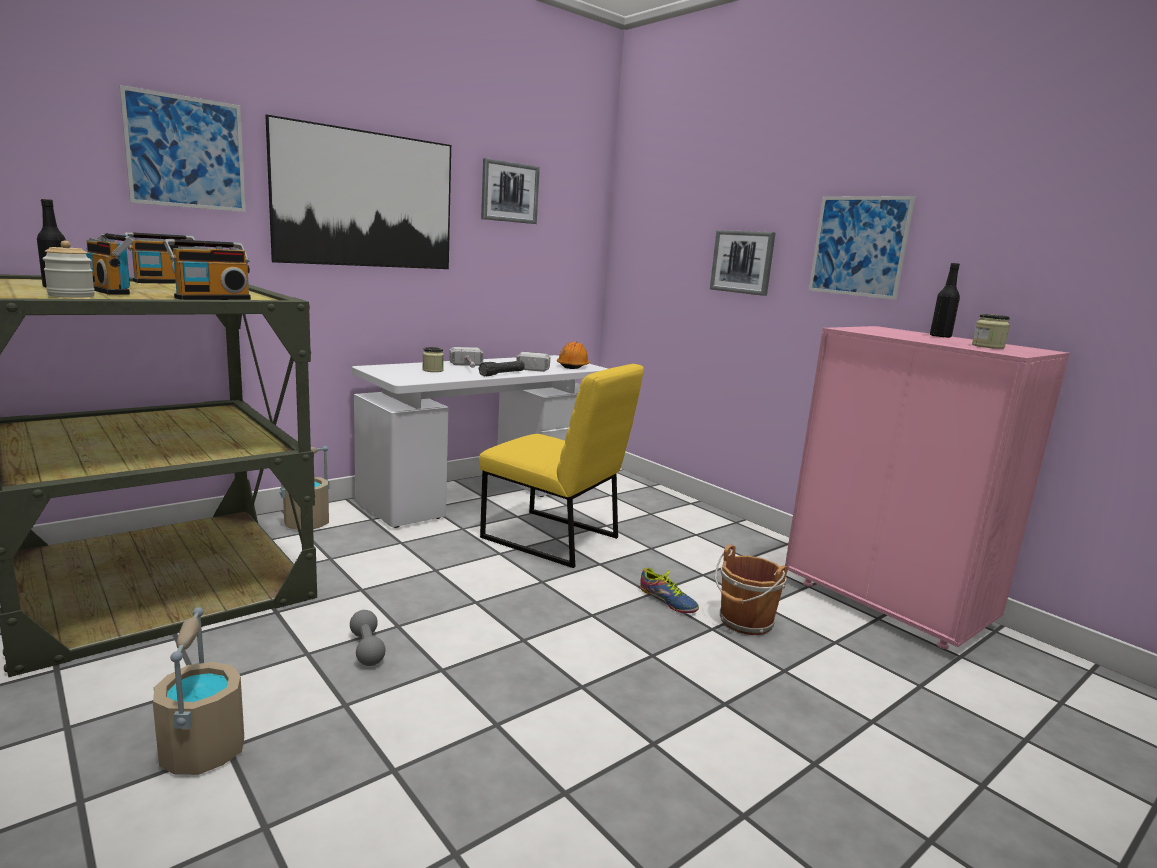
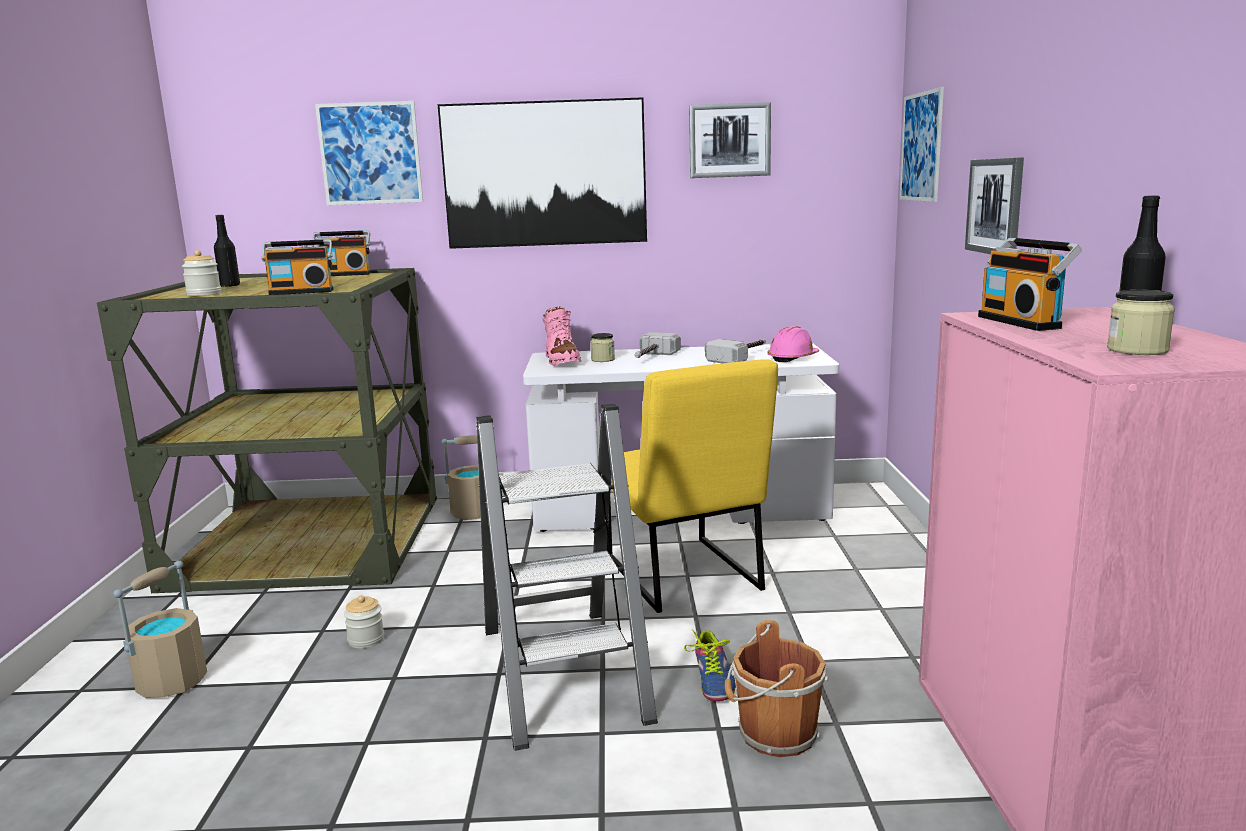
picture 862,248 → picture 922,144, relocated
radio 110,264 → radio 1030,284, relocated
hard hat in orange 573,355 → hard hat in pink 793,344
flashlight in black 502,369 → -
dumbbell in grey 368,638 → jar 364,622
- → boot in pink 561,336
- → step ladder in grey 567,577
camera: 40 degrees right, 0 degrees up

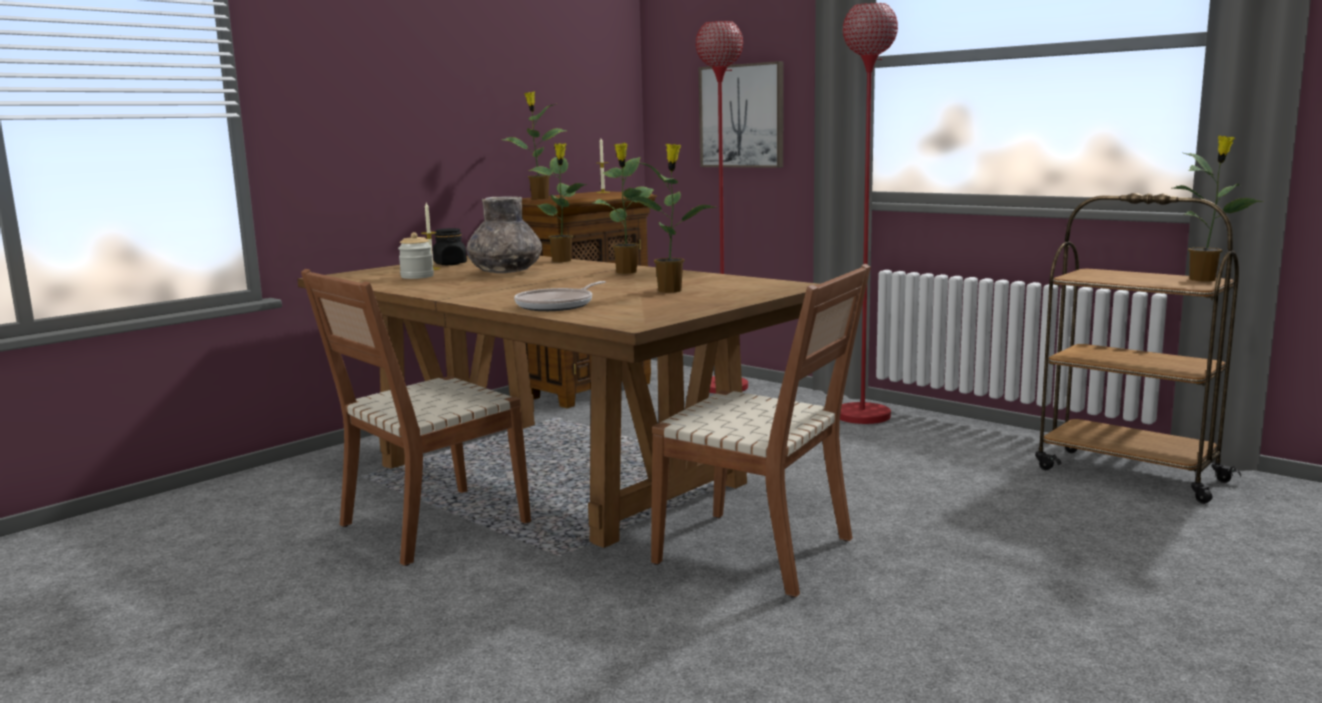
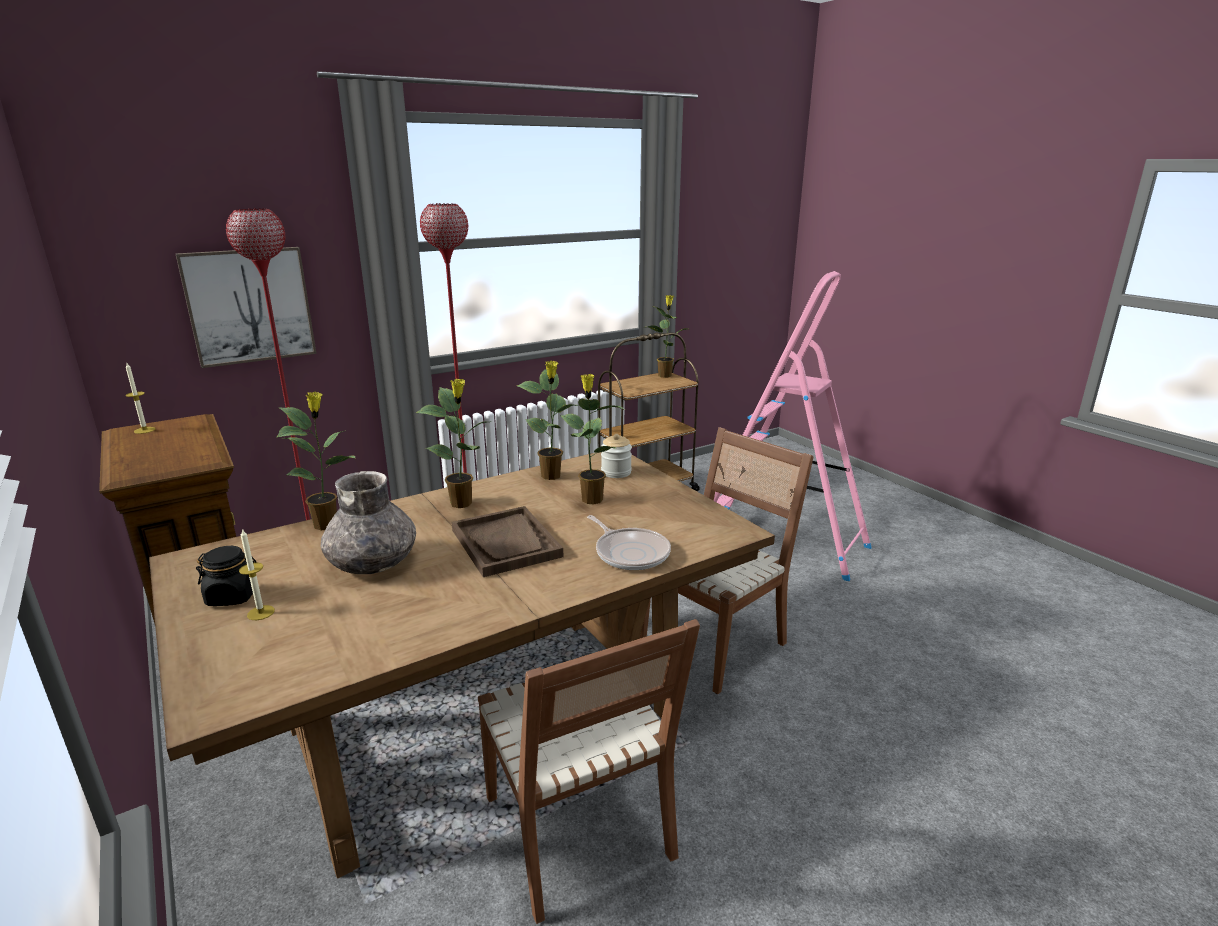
potted plant 534,145 → potted plant 548,420, relocated
jar 416,255 → jar 616,456, relocated
- → step ladder in pink 793,426
- → tray in brown 507,541
camera: 75 degrees left, 10 degrees up

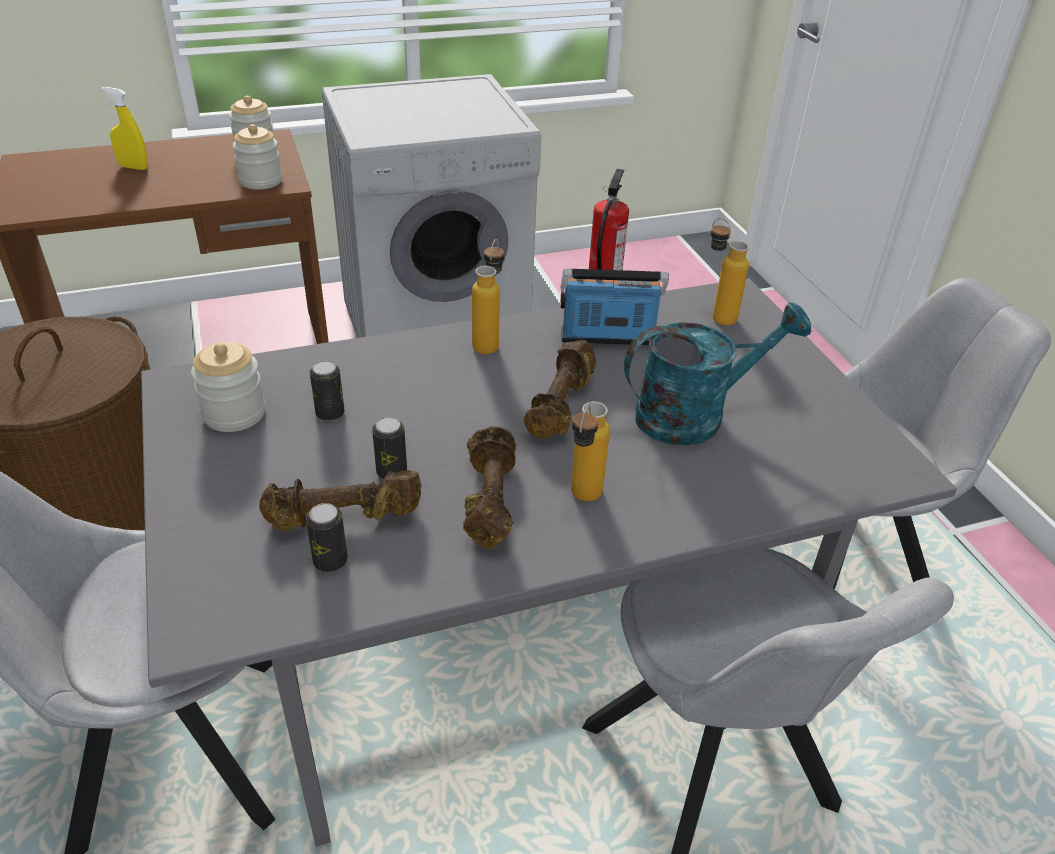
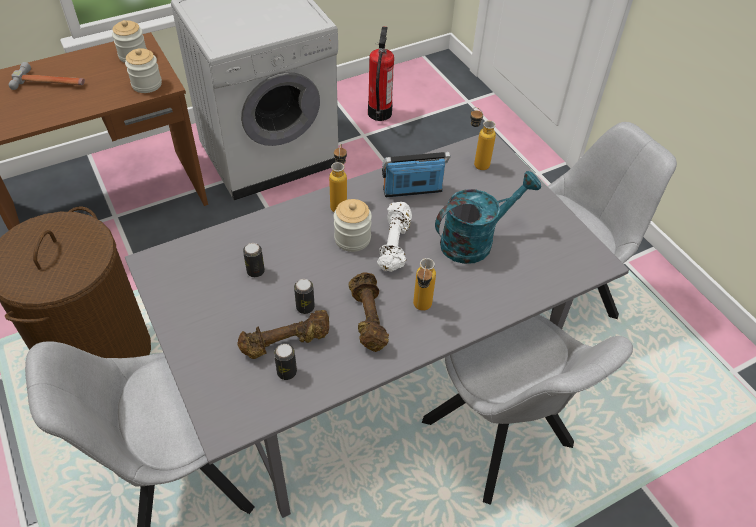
spray bottle in yellow 124,128 → hammer 47,76
dumbbell in brown 560,389 → dumbbell in white 394,237
jar 228,387 → jar 353,225, relocated
camera: 10 degrees left, 10 degrees up

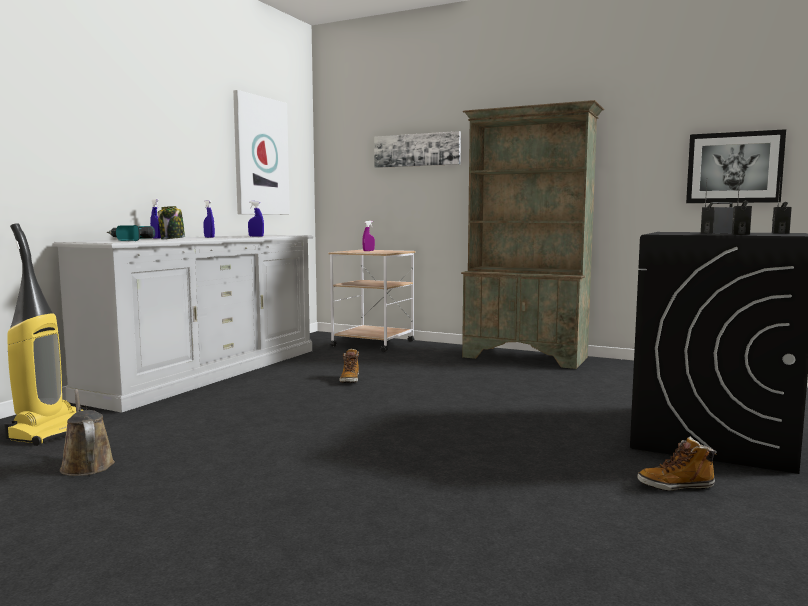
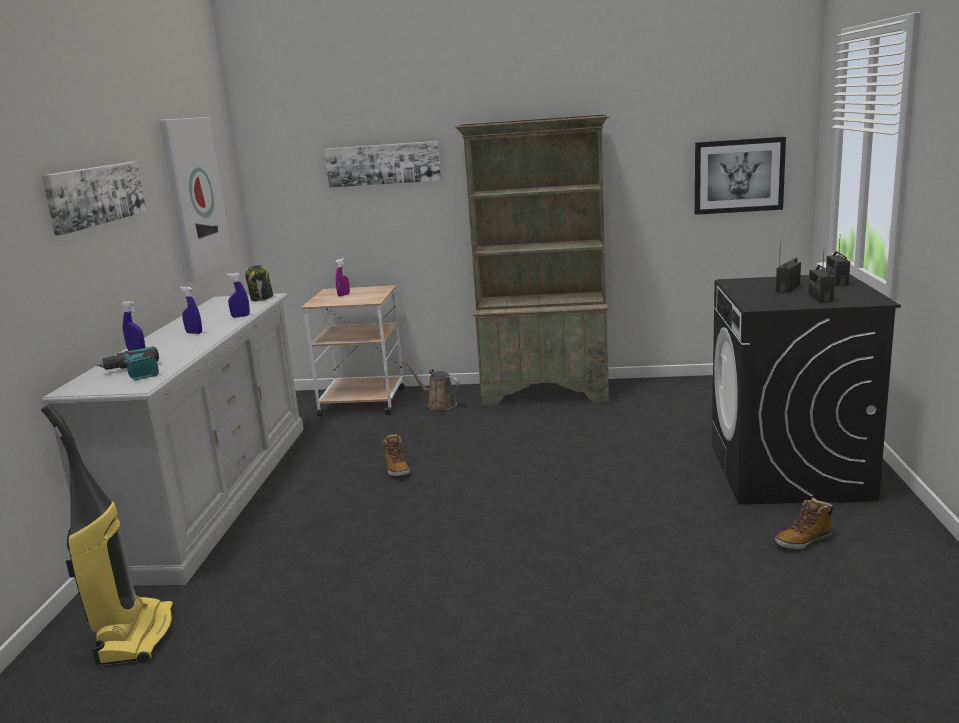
jar 171,222 → jar 259,283, relocated
watering can in brown 87,432 → watering can in brown 432,386, relocated
- → picture 94,198
camera: 20 degrees left, 10 degrees up

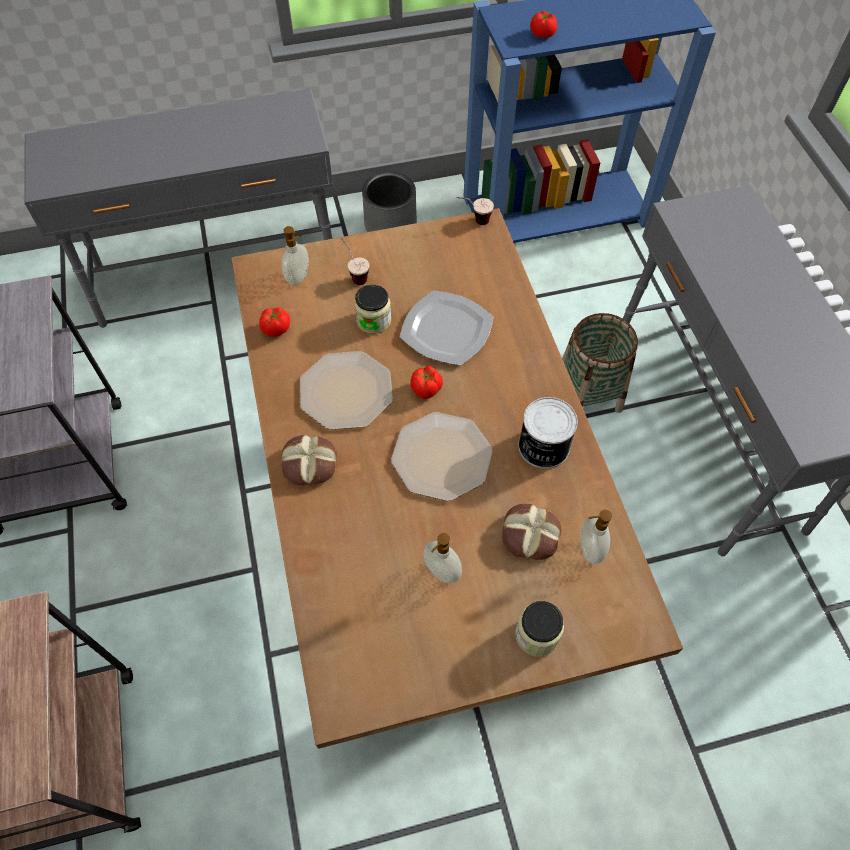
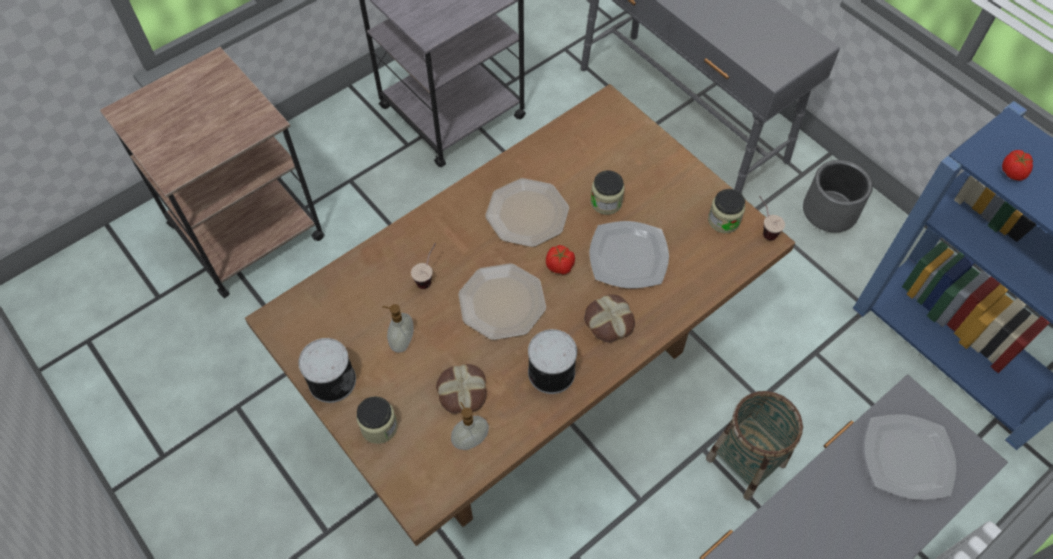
soap dispenser 295,255 → -
cup 355,261 → cup 423,266, relocated
tomato 274,322 → -
bread 309,460 → bread 609,318, relocated
- → jar 726,211
- → can 327,370
- → plate 910,457
camera: 65 degrees right, 0 degrees up

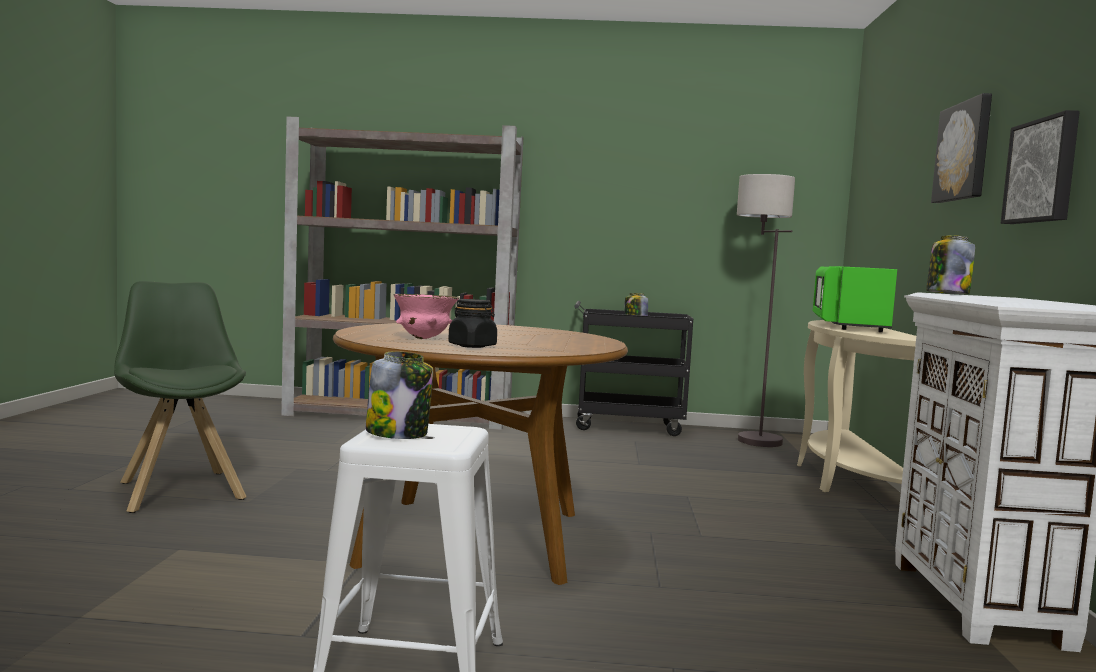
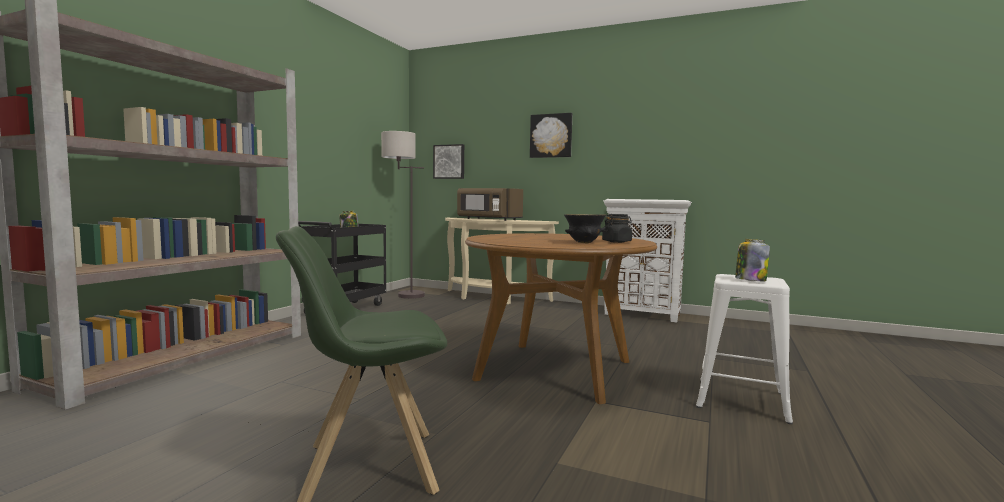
picture 1040,167 → picture 448,161, relocated
jar 950,264 → -
microwave in green 855,299 → microwave in brown 490,204
bowl in pink 426,316 → bowl in black 585,228
camera: 70 degrees left, 0 degrees up

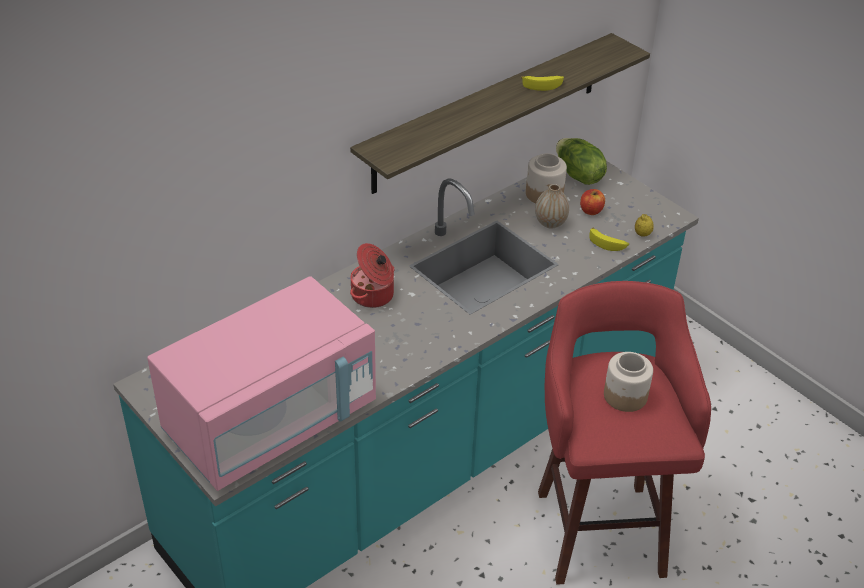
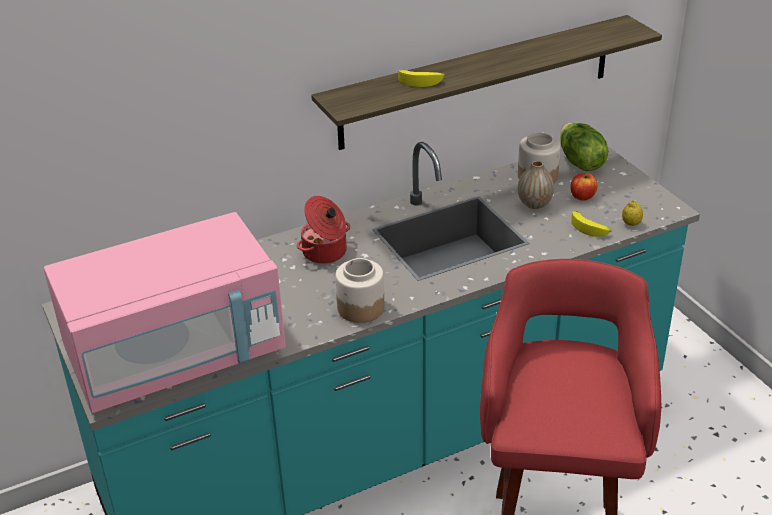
banana 542,83 → banana 421,78, relocated
jar 628,382 → jar 359,290, relocated
camera: 15 degrees right, 5 degrees down

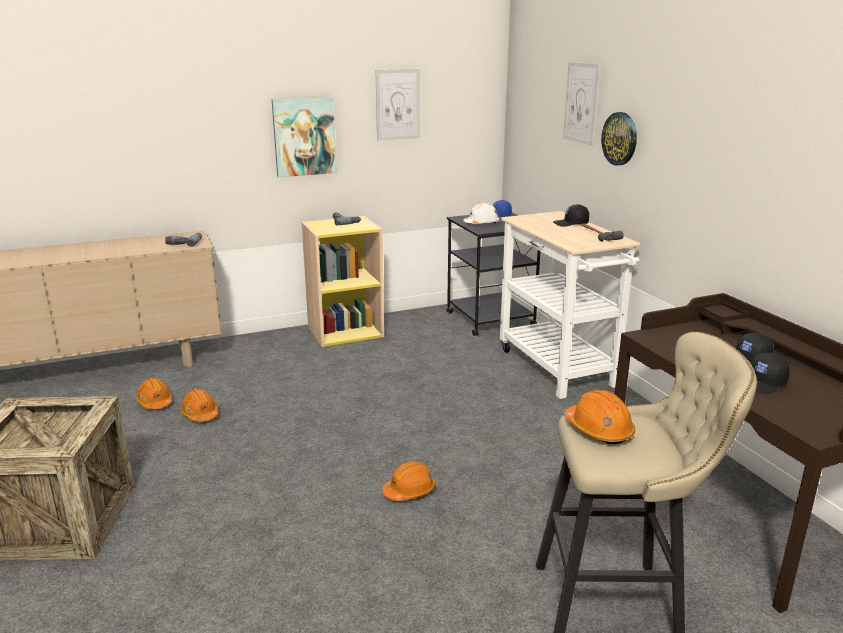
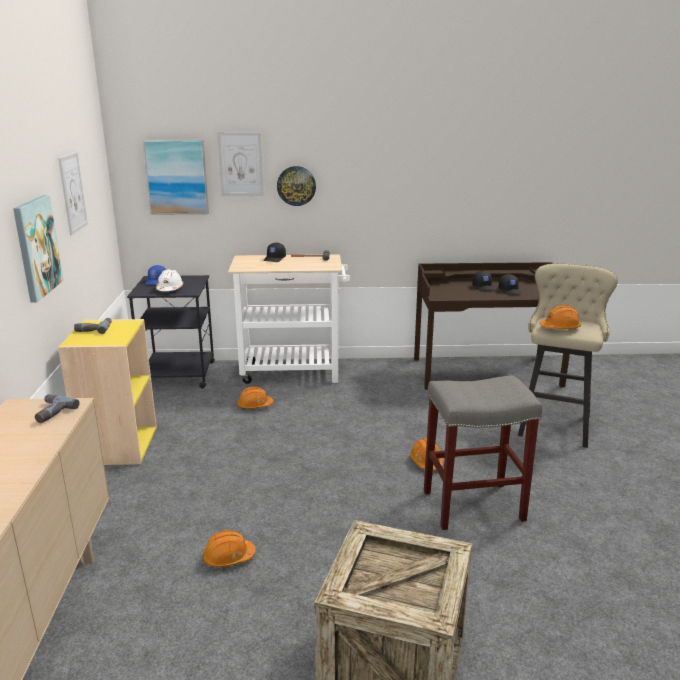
hard hat in orange 154,393 → hard hat in orange 255,397, relocated
- → picture 176,177
- → stool in grey 483,452
camera: 70 degrees left, 0 degrees up

